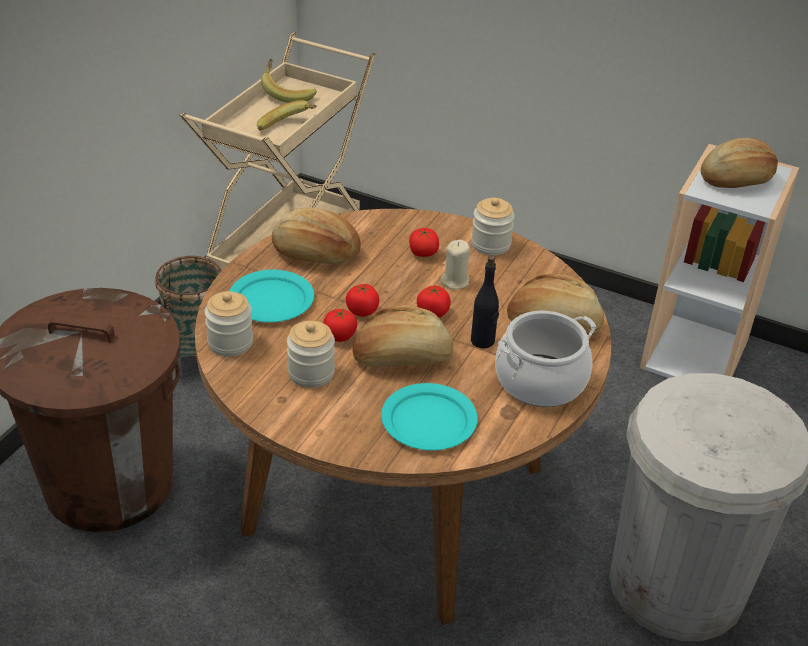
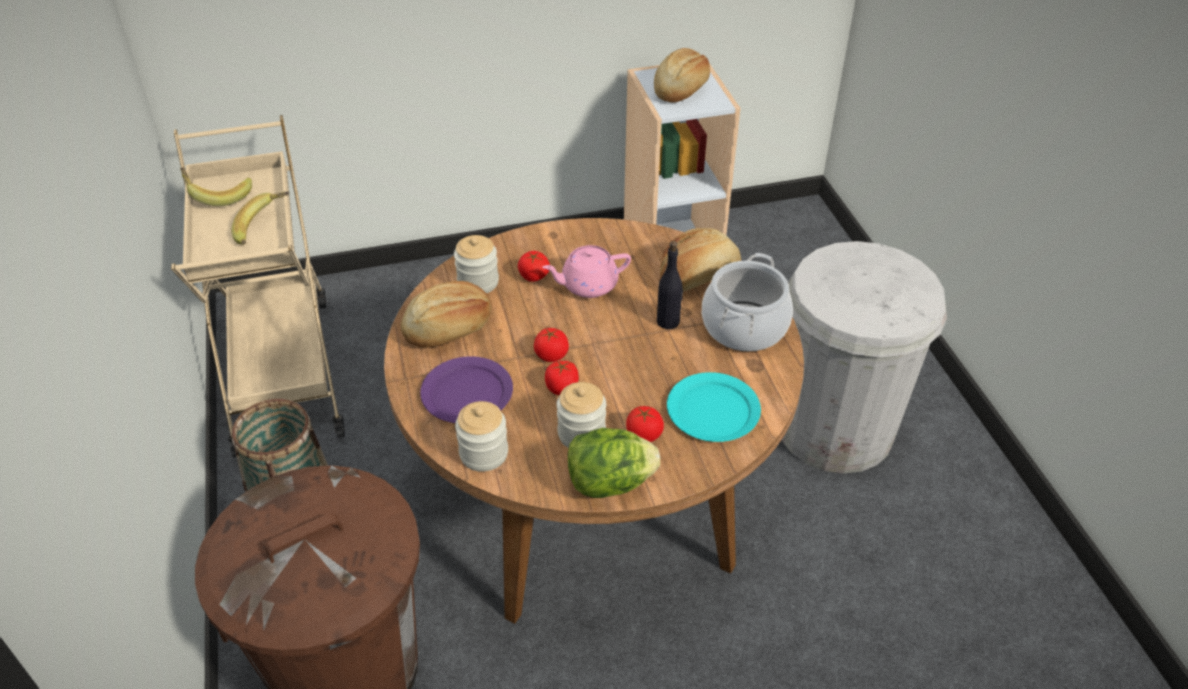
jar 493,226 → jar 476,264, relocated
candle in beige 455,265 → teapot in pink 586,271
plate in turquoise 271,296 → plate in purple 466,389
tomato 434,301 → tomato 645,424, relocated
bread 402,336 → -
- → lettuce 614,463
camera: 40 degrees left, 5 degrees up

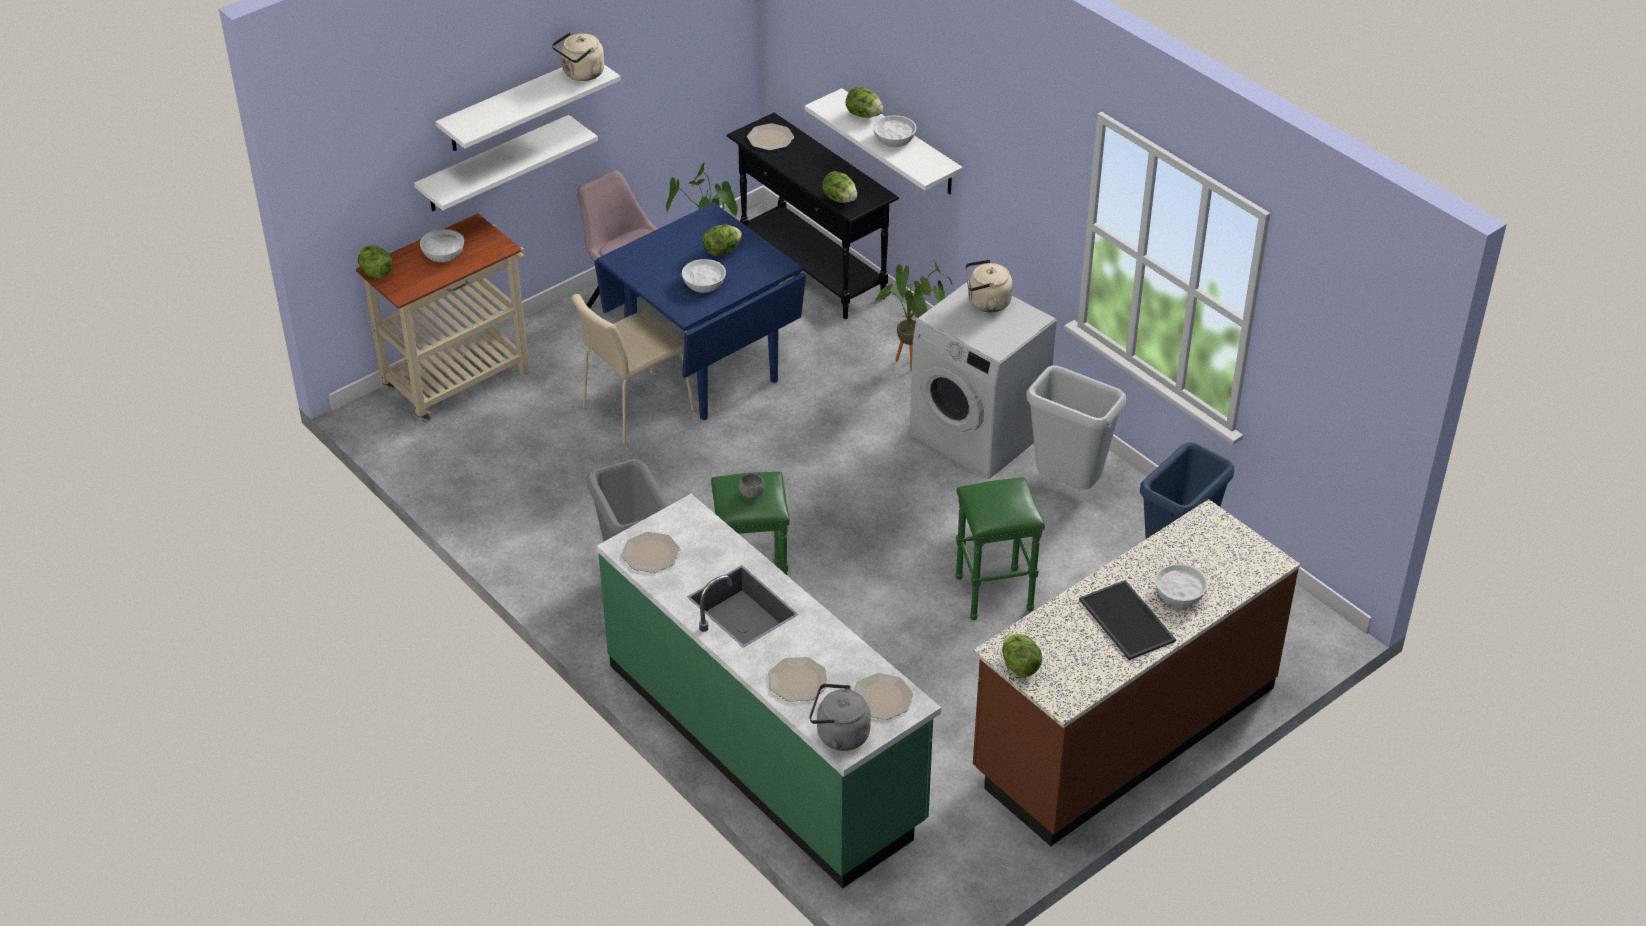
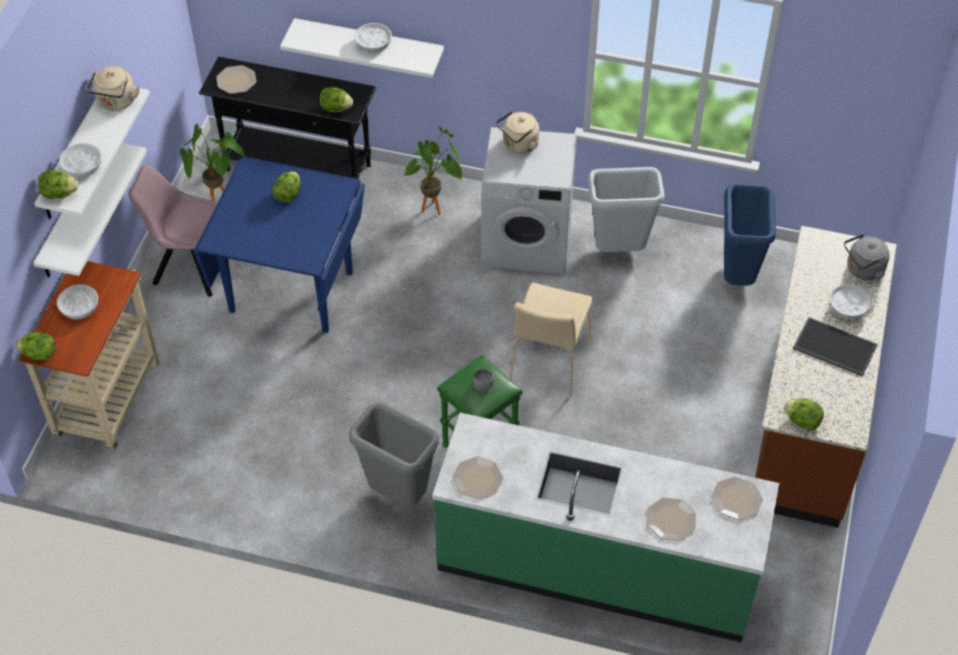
lettuce 864,102 → lettuce 58,184, relocated
bowl in white 704,276 → bowl in white 80,160, relocated
chair in beige 633,368 → chair in beige 551,340, relocated
stool in green 1000,548 → -
kettle in grey 840,717 → kettle in grey 867,257, relocated
camera: 35 degrees left, 10 degrees up

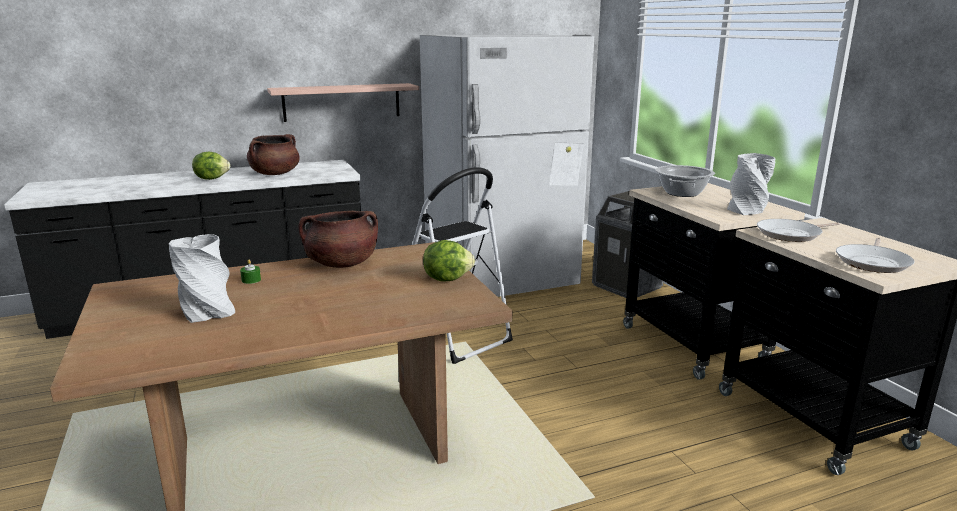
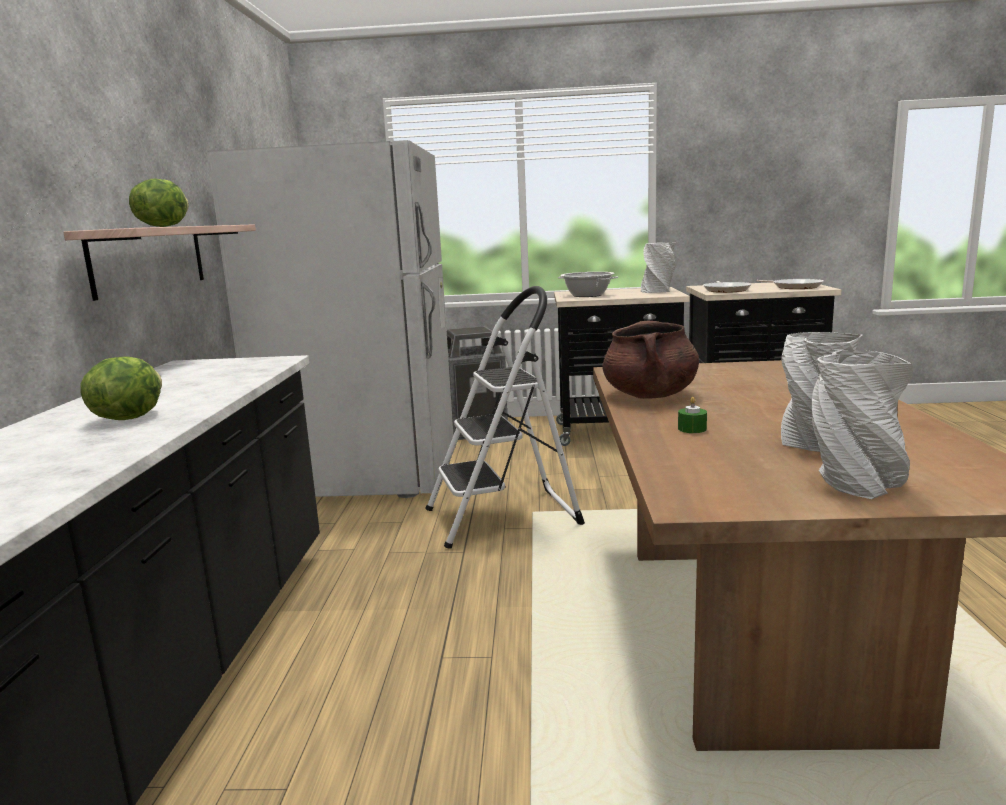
cooking pot in brown 273,154 → -
lettuce 449,260 → lettuce 159,203, relocated
- → vase in grey 862,424
camera: 65 degrees left, 5 degrees down

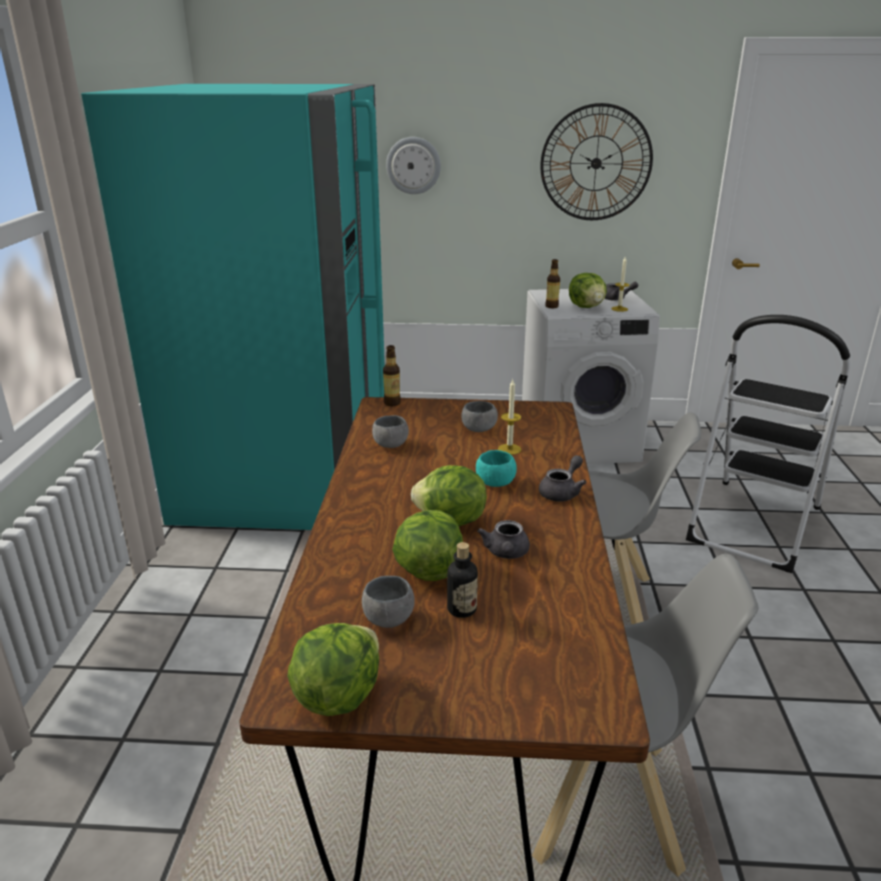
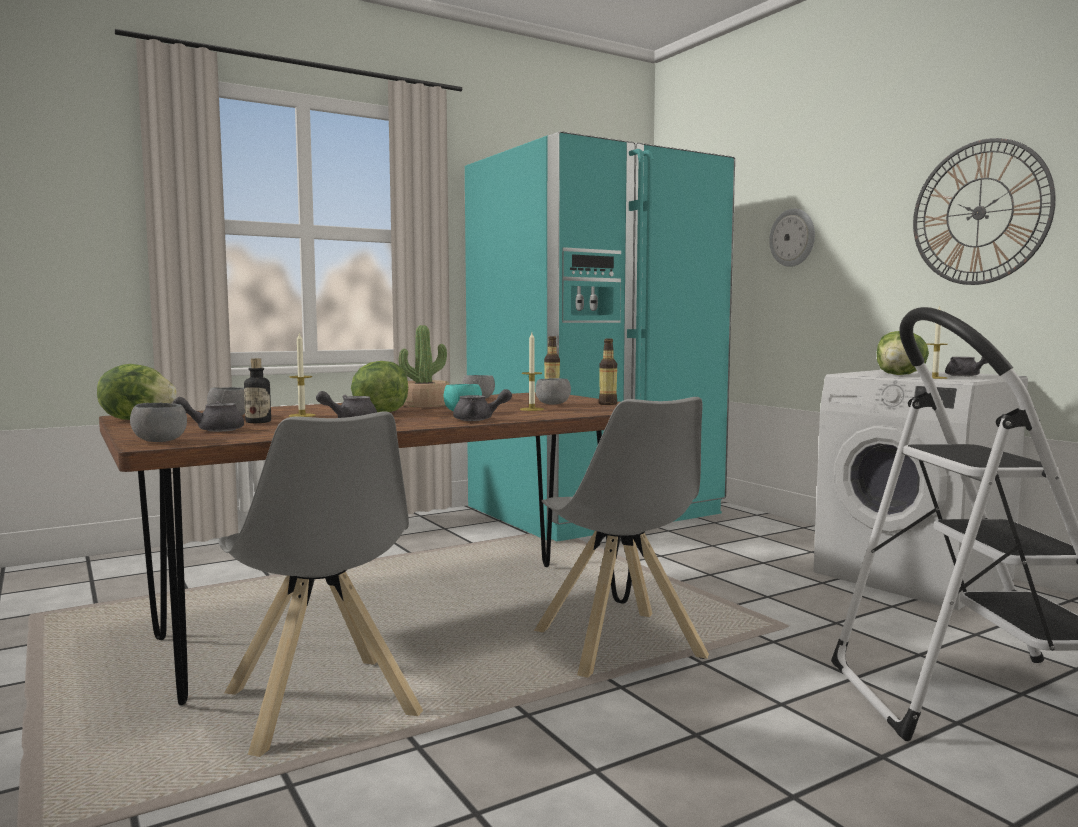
bottle 552,283 → bottle 608,371, relocated
lettuce 427,545 → candle 302,375
- → potted plant 424,366
- → teapot in grey 208,414
- → bowl in grey 158,422
camera: 55 degrees right, 20 degrees down

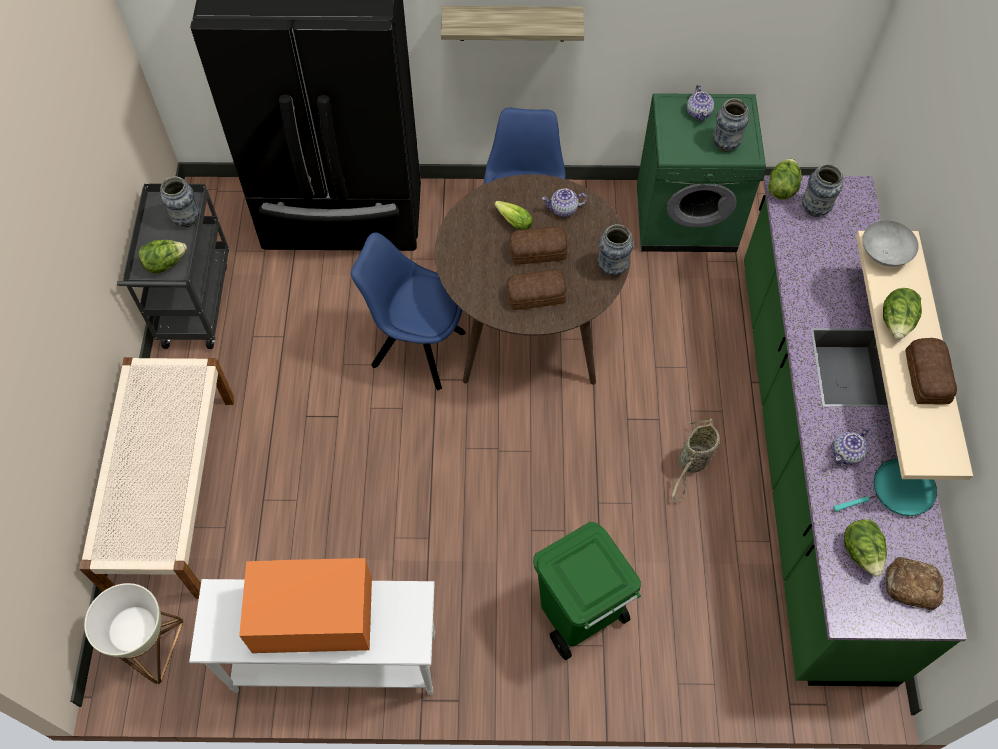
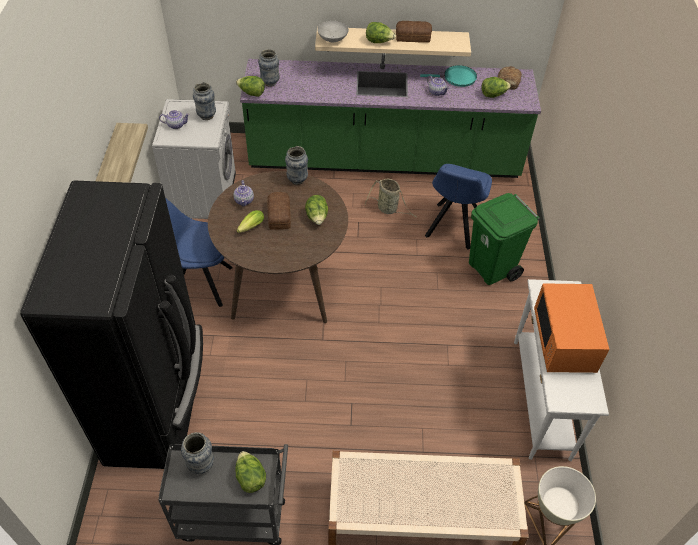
washing machine in green 701,172 → washing machine in white 194,159
chair in blue 408,311 → chair in blue 458,207, relocated
bread 536,290 → lettuce 316,210
frying pan in turquoise 885,487 → frying pan in turquoise 448,76, 105 degrees clockwise
camera: 90 degrees left, 10 degrees down

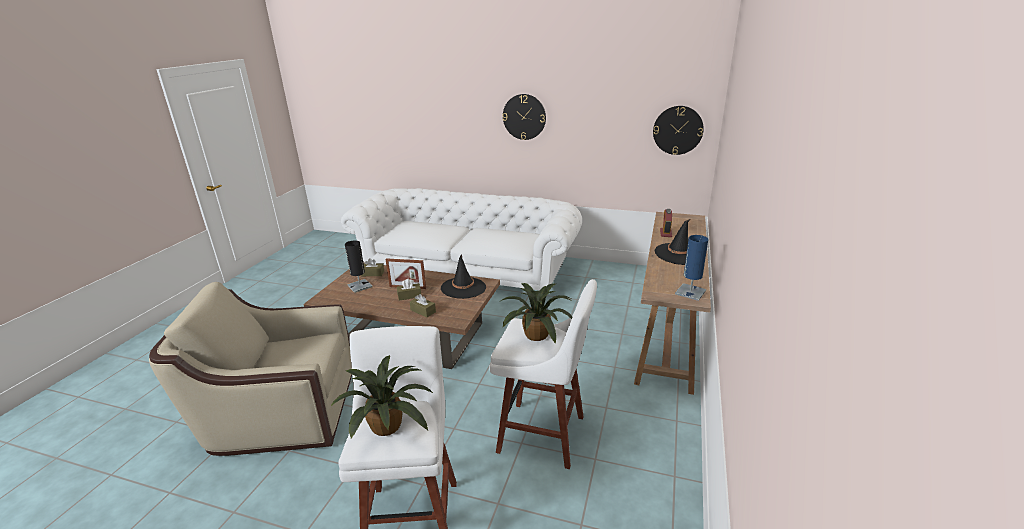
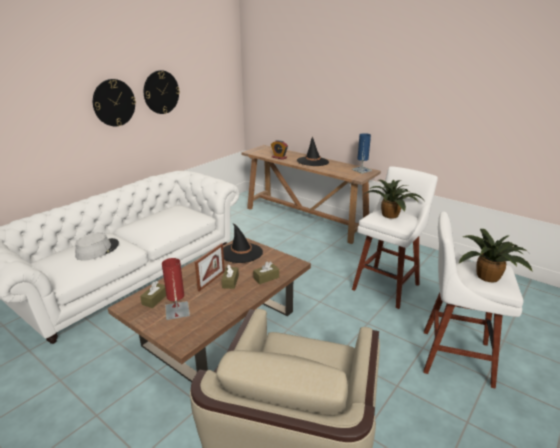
wall clock 678,130 → wall clock 162,92, relocated
table lamp in black 359,266 → table lamp in red 176,289
- → hat in grey 97,246
camera: 70 degrees left, 0 degrees up

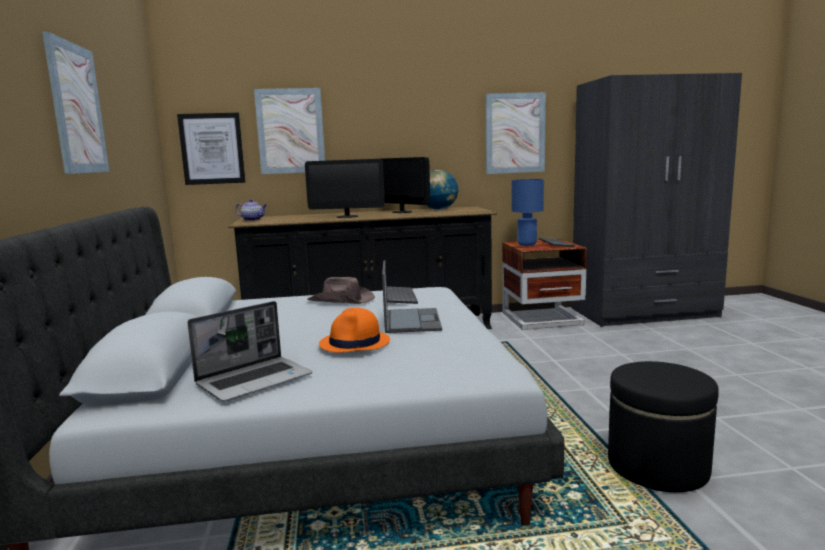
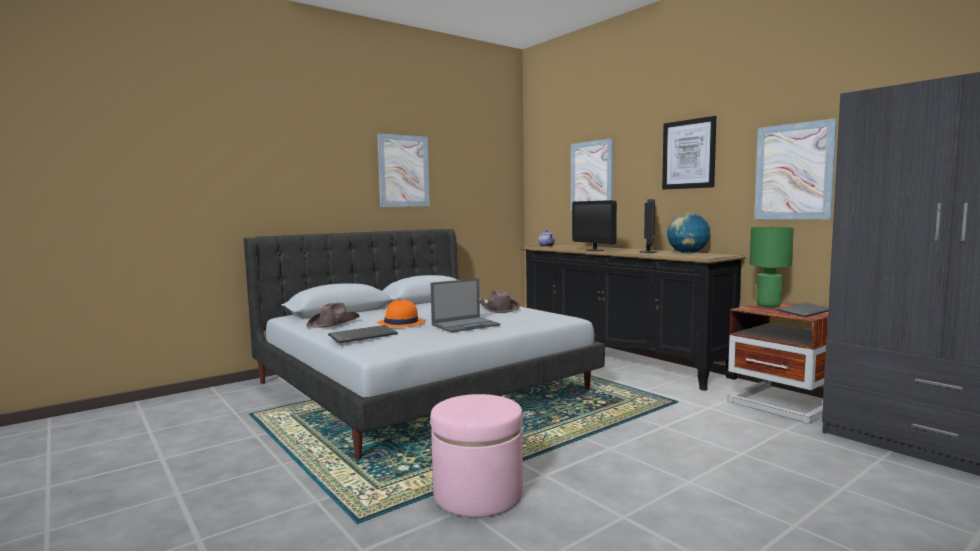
picture 211,149 → picture 689,153, relocated
table lamp in blue 527,212 → table lamp in green 771,267
keyboard 402,295 → keyboard 363,334, relocated
laptop 249,351 → hat in brown 333,315
ottoman in black 663,426 → ottoman in pink 476,455
camera: 60 degrees right, 5 degrees down

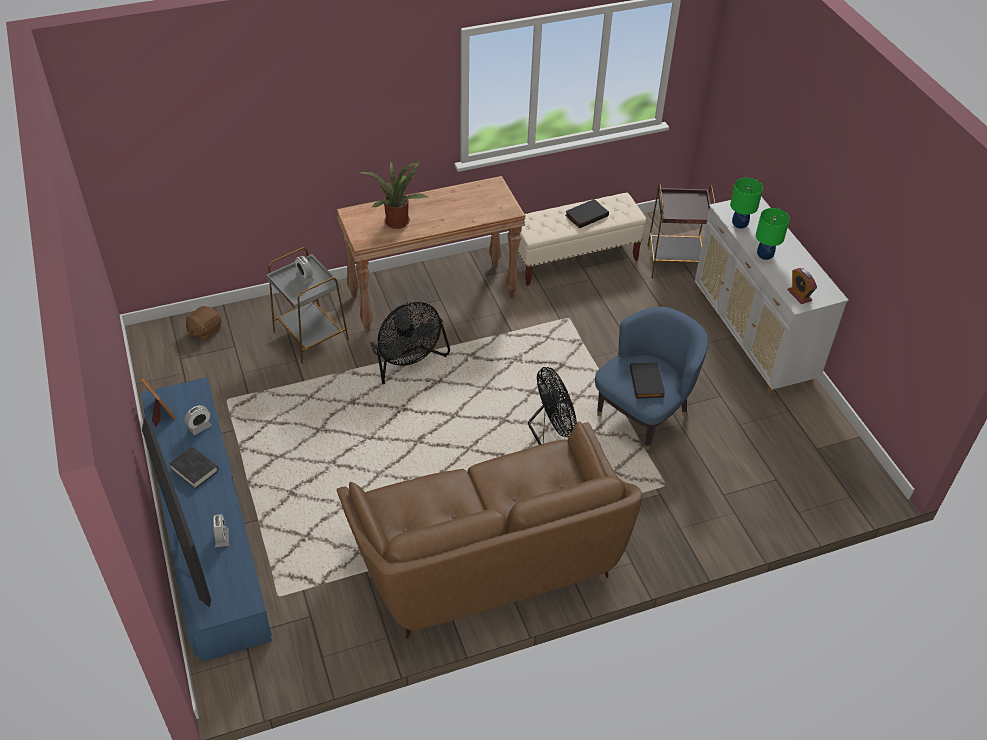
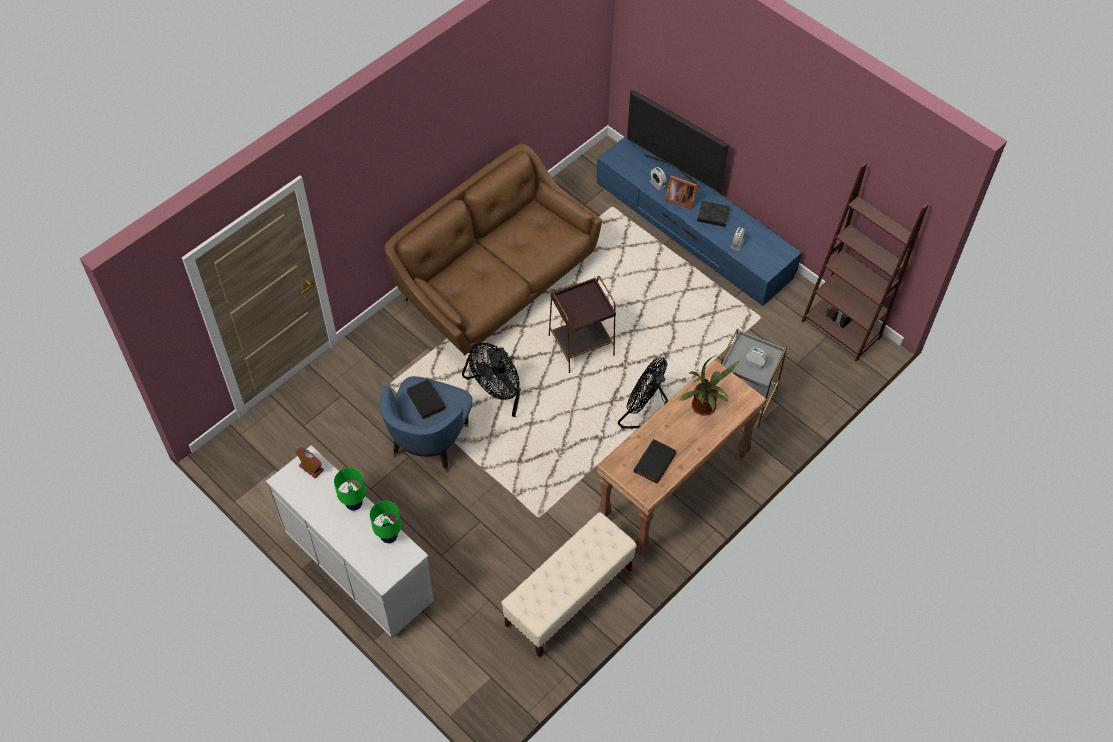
side table in brown 681,231 → side table in brown 582,324, relocated
book in black 587,213 → book in black 655,461, relocated
plush toy in brown 203,323 → -
picture frame 158,402 → picture frame 681,192, relocated
- → bookcase in brown 865,262
camera: 155 degrees right, 10 degrees up

